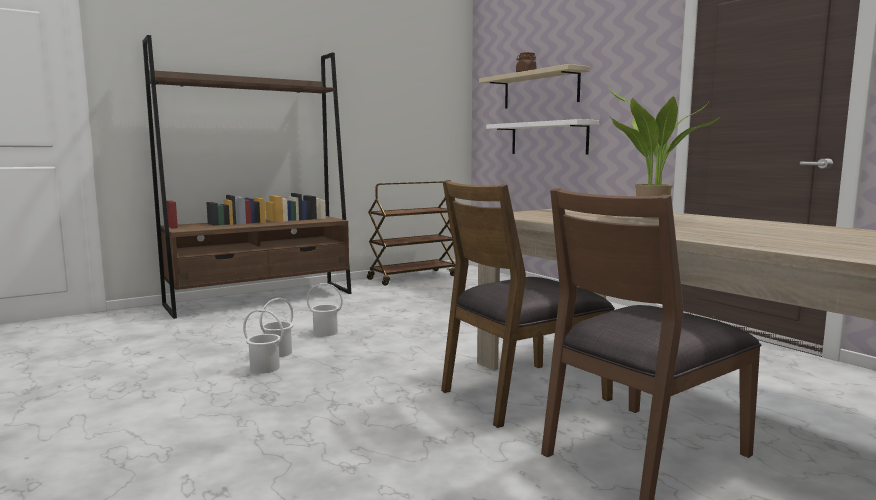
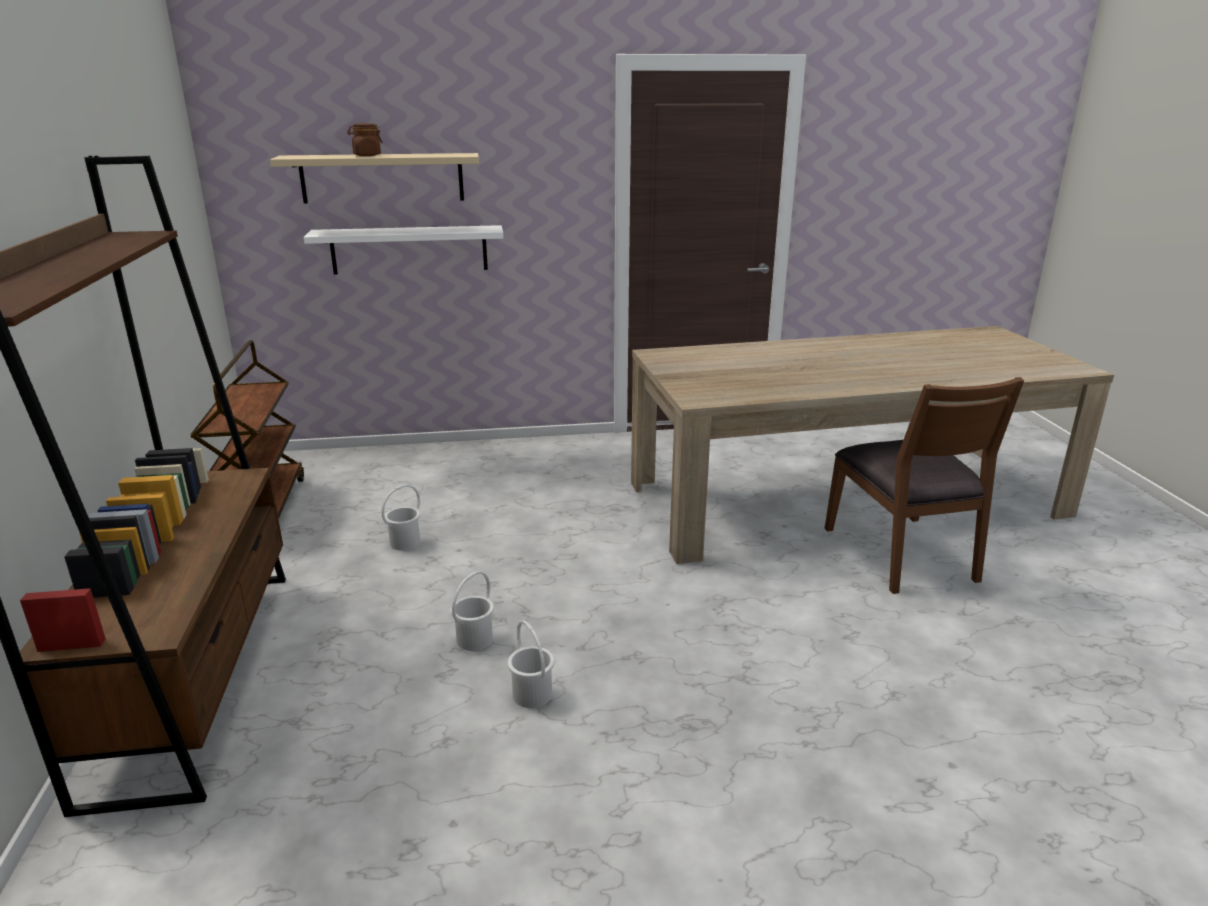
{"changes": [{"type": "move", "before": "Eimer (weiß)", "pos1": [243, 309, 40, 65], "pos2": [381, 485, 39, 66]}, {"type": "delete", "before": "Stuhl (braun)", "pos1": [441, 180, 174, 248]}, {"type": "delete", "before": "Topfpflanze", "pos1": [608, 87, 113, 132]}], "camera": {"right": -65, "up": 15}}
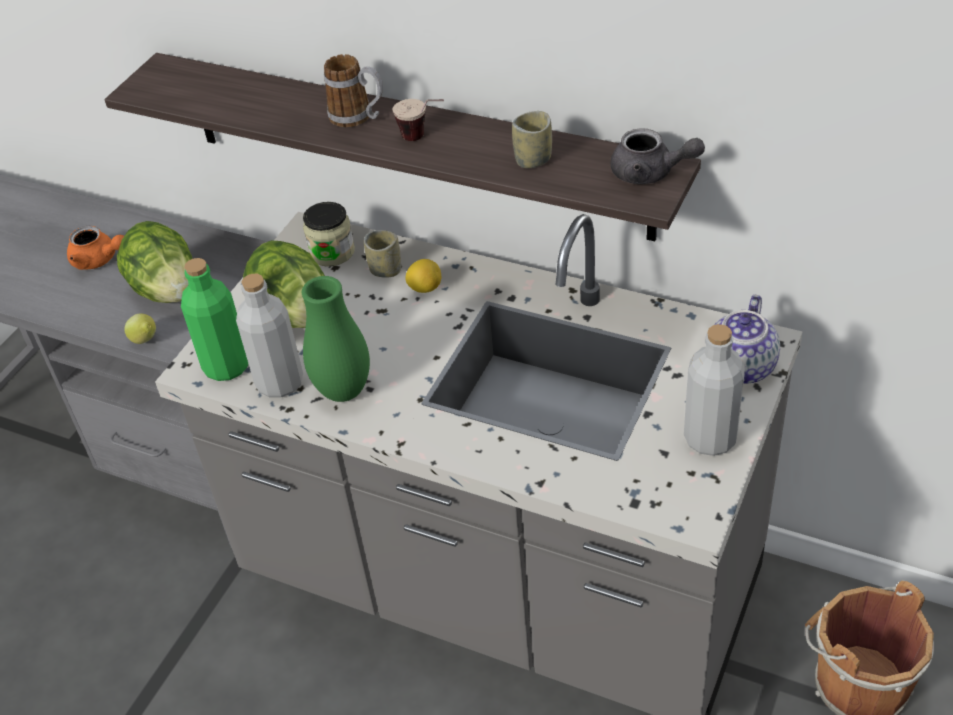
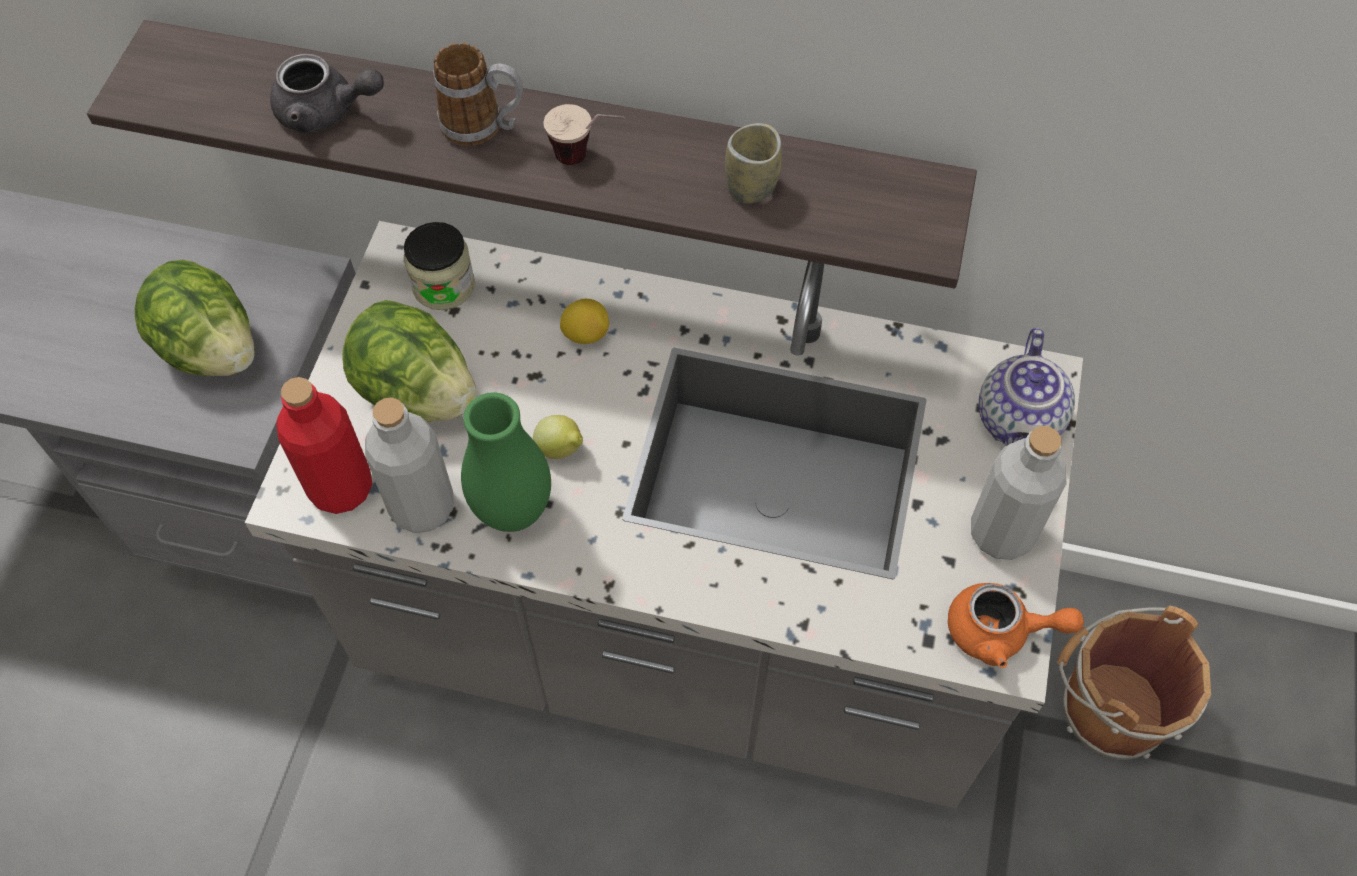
{"changes": [{"type": "move", "before": "Teekanne (orange)", "pos1": [67, 226, 57, 44], "pos2": [948, 583, 136, 85]}, {"type": "move", "before": "Zitrone", "pos1": [124, 314, 32, 30], "pos2": [533, 415, 50, 44]}, {"type": "recolor", "before": "Flasche (grün)", "after": "Flasche (rot)", "pos1": [181, 258, 67, 123], "pos2": [276, 377, 96, 137]}, {"type": "delete", "before": "Tasse", "pos1": [364, 230, 37, 48]}, {"type": "move", "before": "Teekanne (grau)", "pos1": [611, 128, 94, 56], "pos2": [270, 54, 114, 79]}], "camera": {"right": -15, "up": 15}}
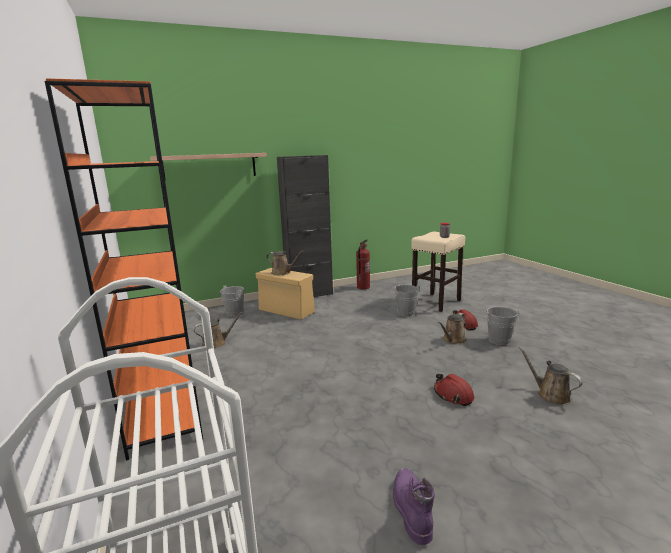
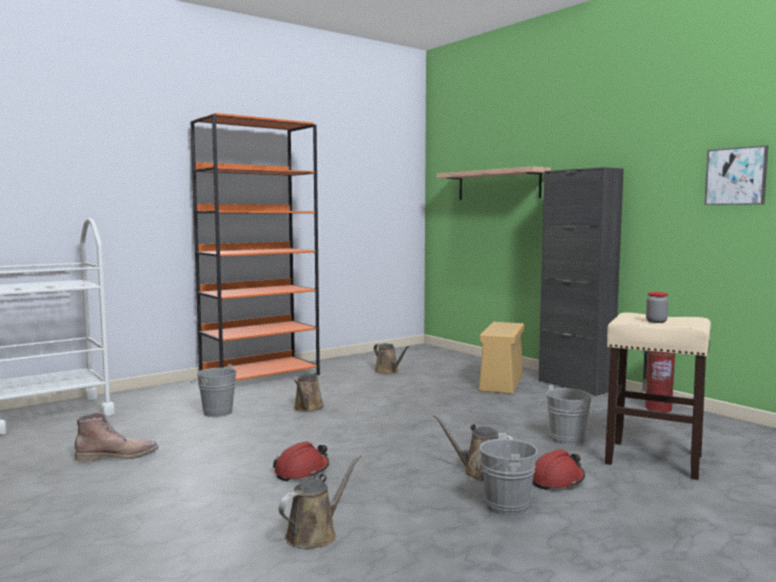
{"changes": [{"type": "move", "before": "Eimer (grau)", "pos1": [216, 285, 28, 32], "pos2": [192, 364, 45, 53]}, {"type": "move", "before": "Gießkanne (braun)", "pos1": [266, 250, 38, 25], "pos2": [294, 372, 30, 40]}, {"type": "recolor", "before": "Stiefel (lila)", "after": "Stiefel (braun)", "pos1": [393, 468, 42, 77], "pos2": [75, 413, 83, 49]}, {"type": "insert", "after": "Bild", "pos2": [704, 145, 64, 60]}], "camera": {"right": 75, "up": -10}}
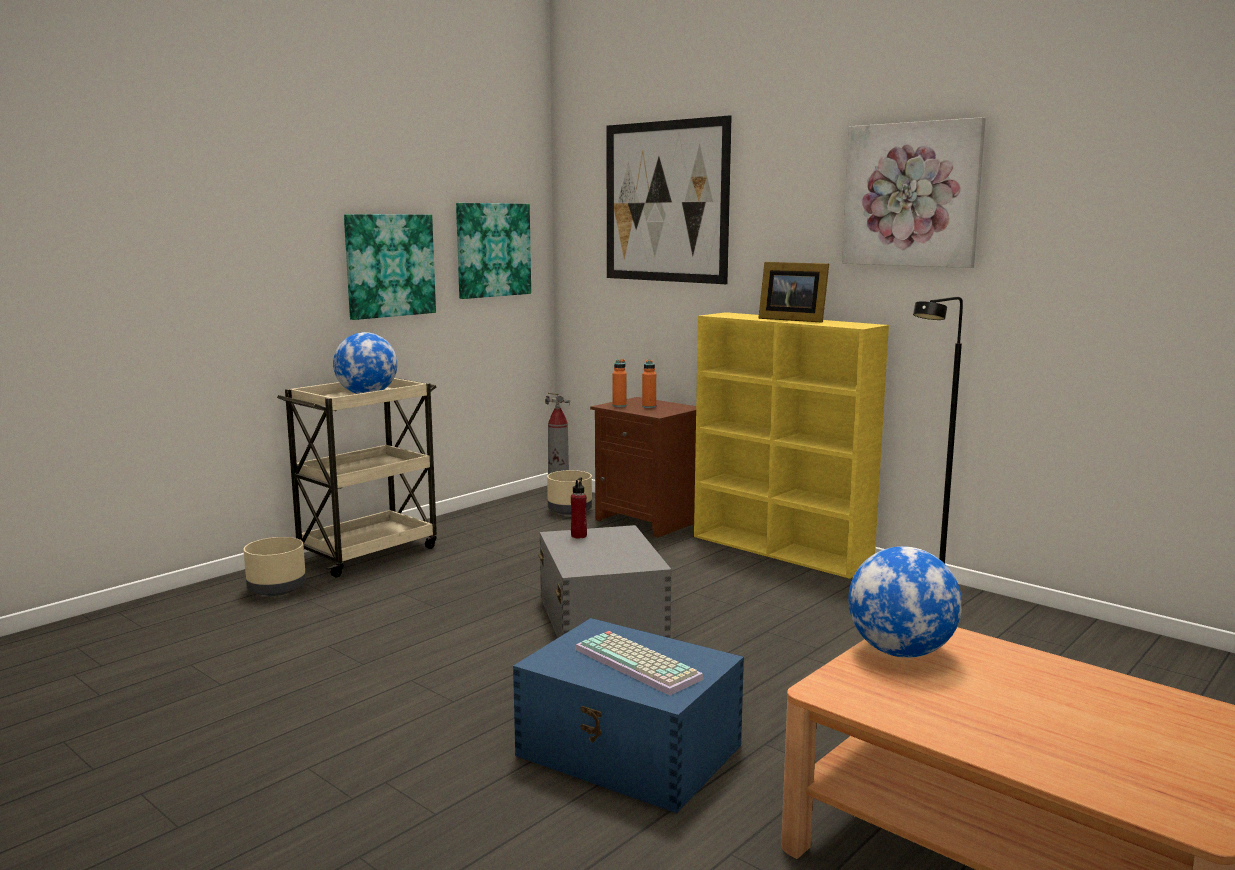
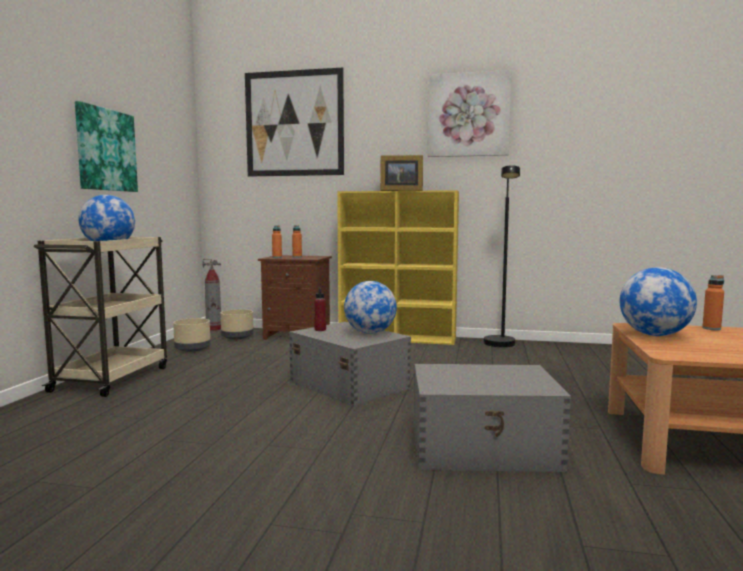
{"changes": [{"type": "move", "before": "Pflanzkübel (beige)", "pos1": [243, 537, 63, 59], "pos2": [173, 318, 38, 34]}, {"type": "delete", "before": "Bild", "pos1": [456, 203, 75, 96]}, {"type": "recolor", "before": "Aufbewahrungsbox (blau)", "after": "Aufbewahrungsbox (grau)", "pos1": [513, 618, 231, 195], "pos2": [414, 364, 157, 108]}, {"type": "delete", "before": "Tastatur", "pos1": [575, 631, 129, 65]}, {"type": "insert", "after": "Globus", "pos2": [344, 281, 53, 53]}, {"type": "insert", "after": "Flasche (orange)", "pos2": [702, 275, 22, 55]}], "camera": {"right": -30, "up": -5}}
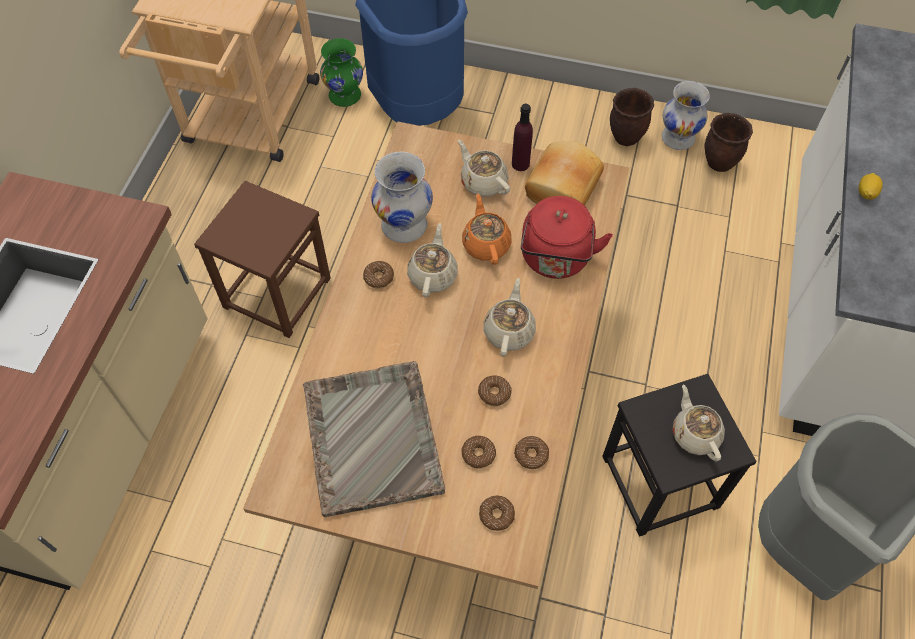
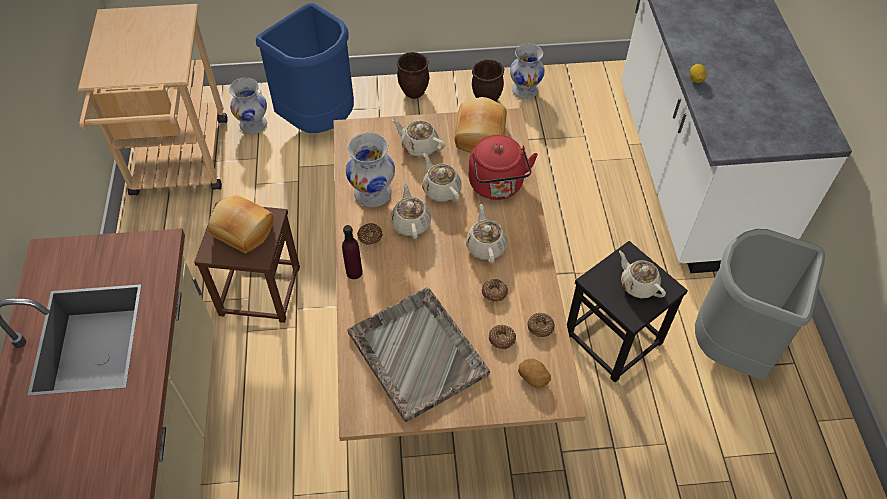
{"changes": [{"type": "recolor", "before": "Vase (grün)", "after": "Vase (weiß)", "pos1": [320, 38, 43, 69], "pos2": [229, 78, 38, 56]}, {"type": "recolor", "before": "Teekanne (orange)", "after": "Teekanne (beige)", "pos1": [462, 194, 50, 71], "pos2": [422, 153, 40, 49]}, {"type": "replace", "before": "Donut", "after": "Kartoffel", "pos1": [479, 495, 36, 36], "pos2": [518, 358, 33, 30]}, {"type": "move", "before": "Flasche (lila)", "pos1": [512, 104, 21, 67], "pos2": [342, 225, 21, 54]}, {"type": "move", "before": "Pflanzkübel (braun)", "pos1": [704, 113, 49, 59], "pos2": [396, 52, 34, 47]}, {"type": "insert", "after": "Brot", "pos2": [208, 195, 66, 58]}], "camera": {"right": -20, "up": -5}}
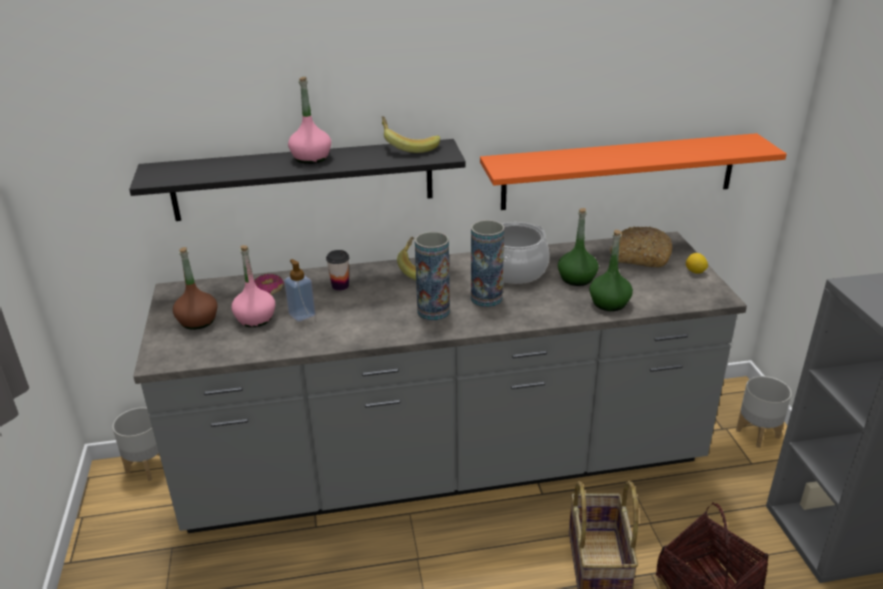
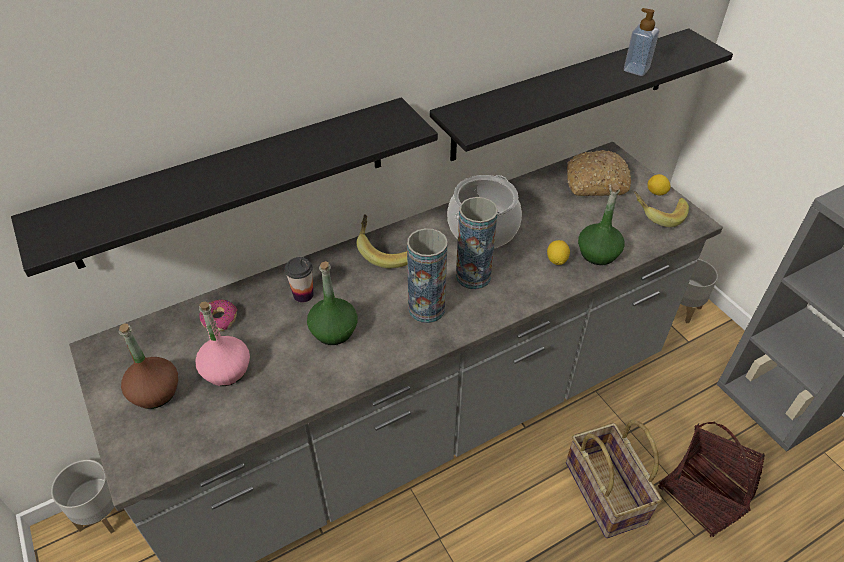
{"changes": [{"type": "move", "before": "Seifenspender", "pos1": [284, 259, 31, 63], "pos2": [624, 8, 35, 68]}, {"type": "delete", "before": "Flasche (rosa)", "pos1": [288, 77, 43, 87]}, {"type": "move", "before": "Banane", "pos1": [382, 116, 58, 37], "pos2": [634, 191, 55, 36]}, {"type": "recolor", "before": "Wandregal (orange)", "after": "Wandregal (schwarz)", "pos1": [480, 133, 307, 77], "pos2": [430, 28, 303, 133]}, {"type": "move", "before": "Flasche (grün)", "pos1": [558, 208, 41, 78], "pos2": [307, 261, 51, 84]}, {"type": "insert", "after": "Zitrone", "pos2": [547, 240, 23, 25]}], "camera": {"right": -20, "up": 15}}
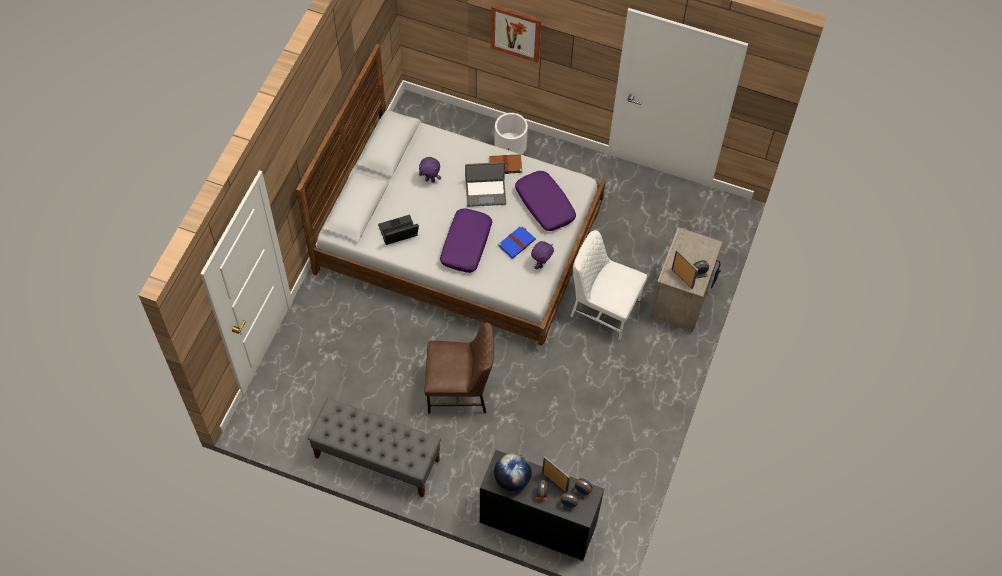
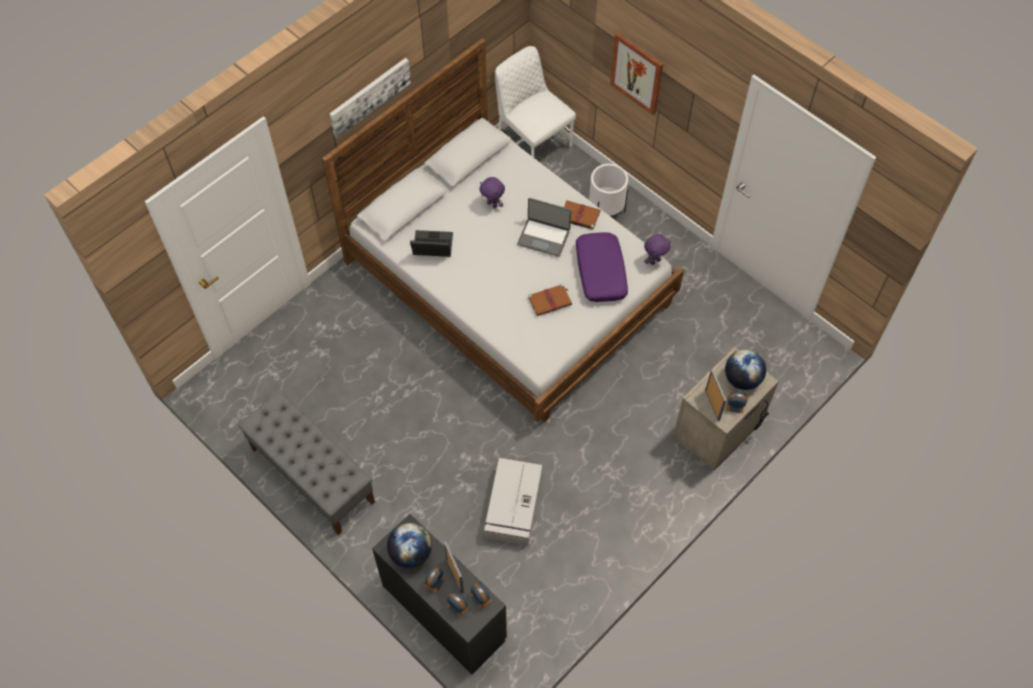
{"changes": [{"type": "delete", "before": "Stuhl (braun)", "pos1": [424, 322, 70, 92]}, {"type": "delete", "before": "Kissen (lila)", "pos1": [440, 208, 52, 65]}, {"type": "recolor", "before": "Buch (blau)", "after": "Buch (braun)", "pos1": [498, 225, 38, 34], "pos2": [528, 284, 44, 32]}, {"type": "move", "before": "Plüschtier (lila)", "pos1": [531, 241, 23, 28], "pos2": [644, 234, 27, 31]}, {"type": "move", "before": "Stuhl (weiß)", "pos1": [570, 230, 77, 111], "pos2": [495, 46, 81, 111]}, {"type": "insert", "after": "Bild", "pos2": [329, 58, 82, 80]}, {"type": "insert", "after": "Aufbewahrungsbox (grau)", "pos2": [484, 458, 58, 88]}, {"type": "insert", "after": "Globus", "pos2": [725, 349, 41, 41]}], "camera": {"right": 25, "up": 0}}
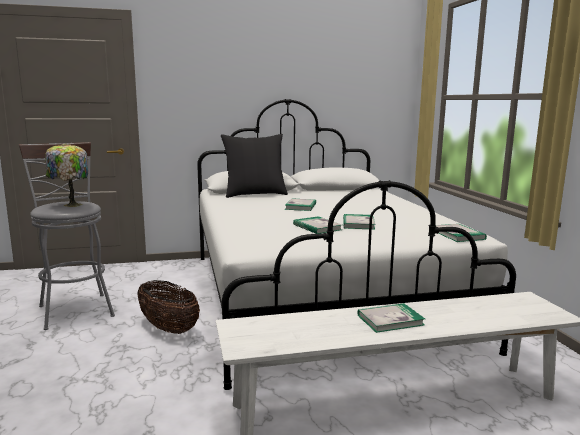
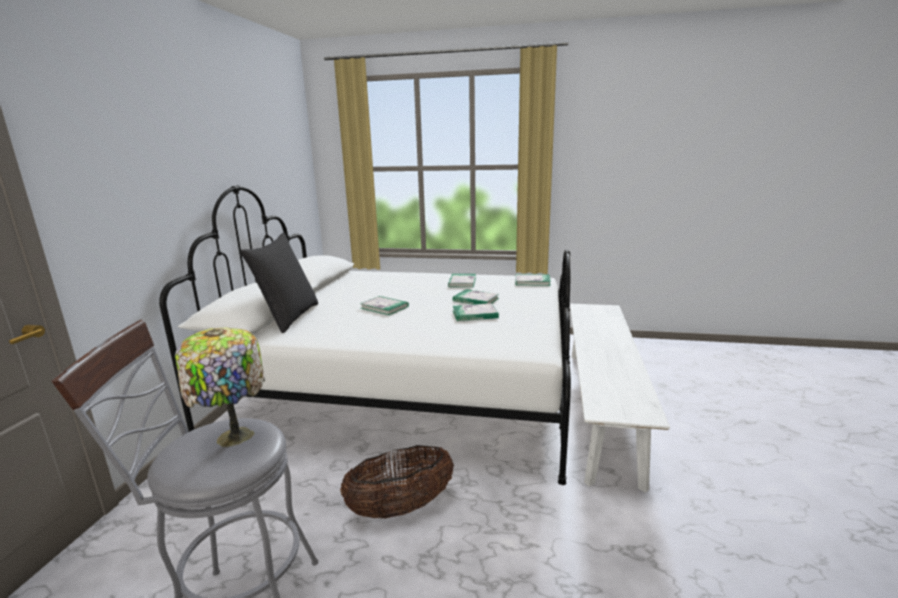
{"changes": [{"type": "move", "before": "Buch", "pos1": [357, 303, 68, 30], "pos2": [448, 274, 28, 13]}], "camera": {"right": -65, "up": 5}}
